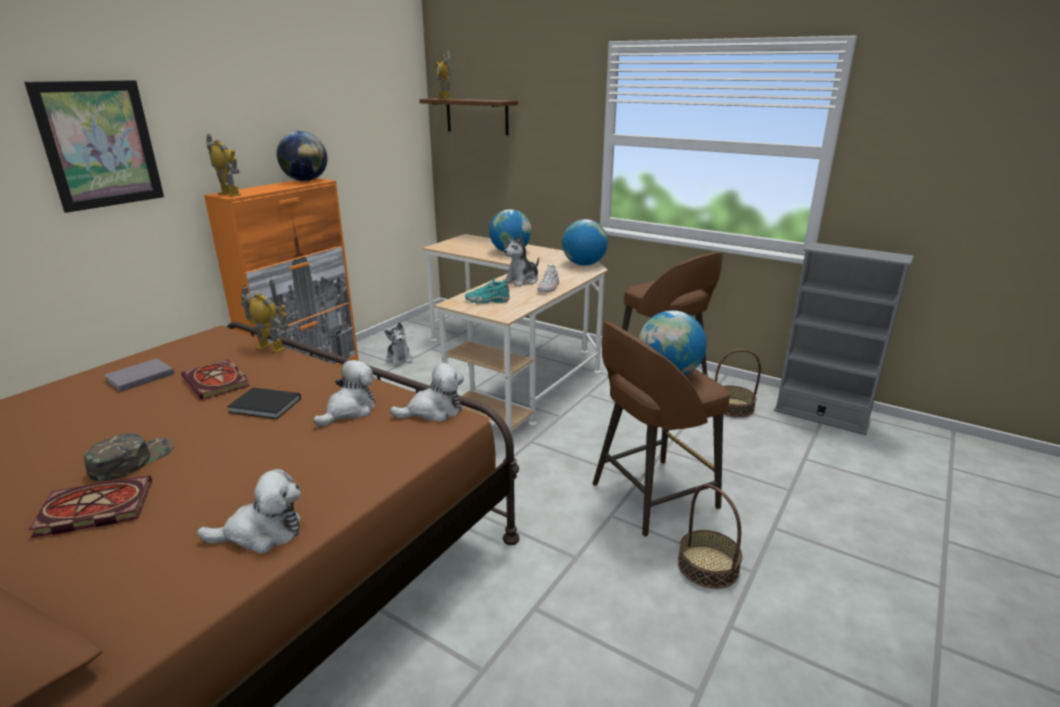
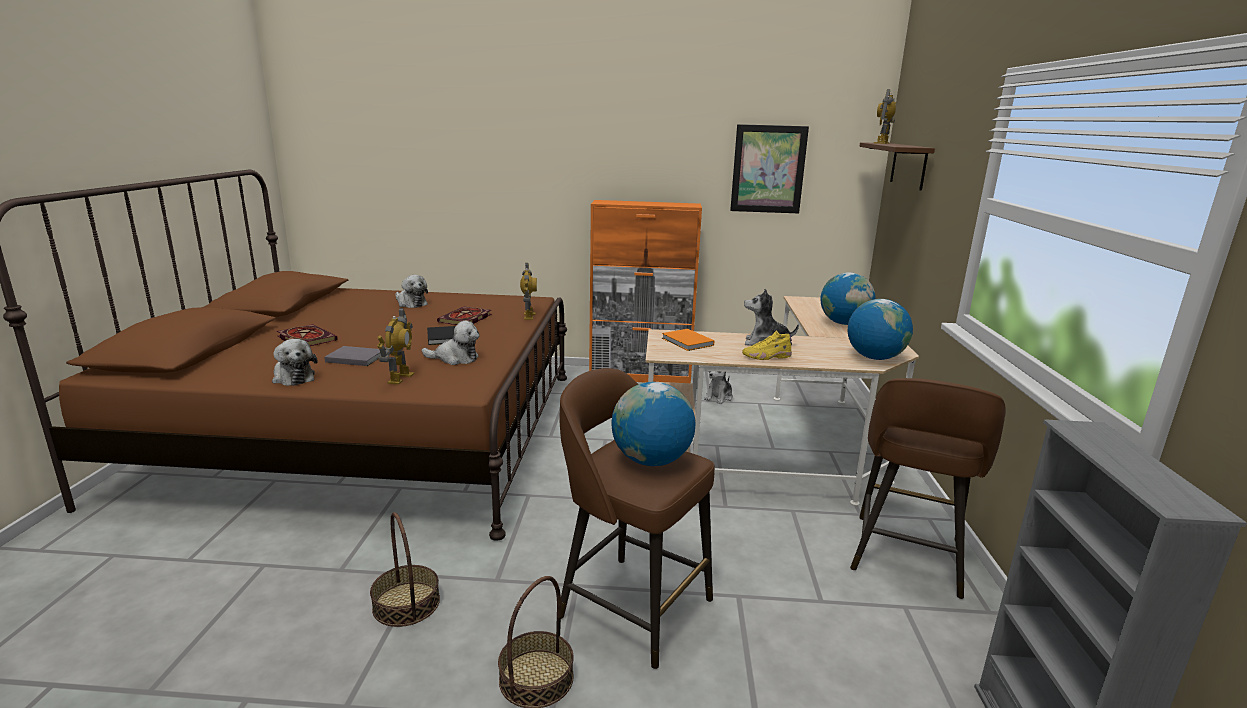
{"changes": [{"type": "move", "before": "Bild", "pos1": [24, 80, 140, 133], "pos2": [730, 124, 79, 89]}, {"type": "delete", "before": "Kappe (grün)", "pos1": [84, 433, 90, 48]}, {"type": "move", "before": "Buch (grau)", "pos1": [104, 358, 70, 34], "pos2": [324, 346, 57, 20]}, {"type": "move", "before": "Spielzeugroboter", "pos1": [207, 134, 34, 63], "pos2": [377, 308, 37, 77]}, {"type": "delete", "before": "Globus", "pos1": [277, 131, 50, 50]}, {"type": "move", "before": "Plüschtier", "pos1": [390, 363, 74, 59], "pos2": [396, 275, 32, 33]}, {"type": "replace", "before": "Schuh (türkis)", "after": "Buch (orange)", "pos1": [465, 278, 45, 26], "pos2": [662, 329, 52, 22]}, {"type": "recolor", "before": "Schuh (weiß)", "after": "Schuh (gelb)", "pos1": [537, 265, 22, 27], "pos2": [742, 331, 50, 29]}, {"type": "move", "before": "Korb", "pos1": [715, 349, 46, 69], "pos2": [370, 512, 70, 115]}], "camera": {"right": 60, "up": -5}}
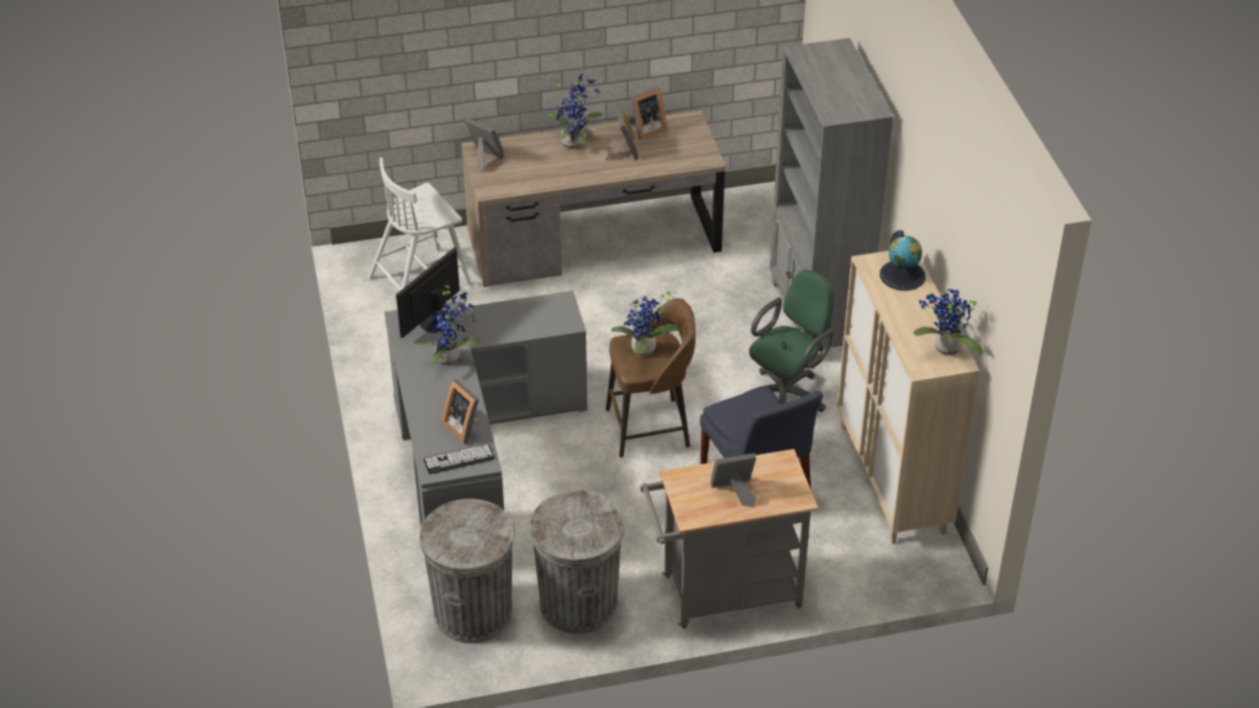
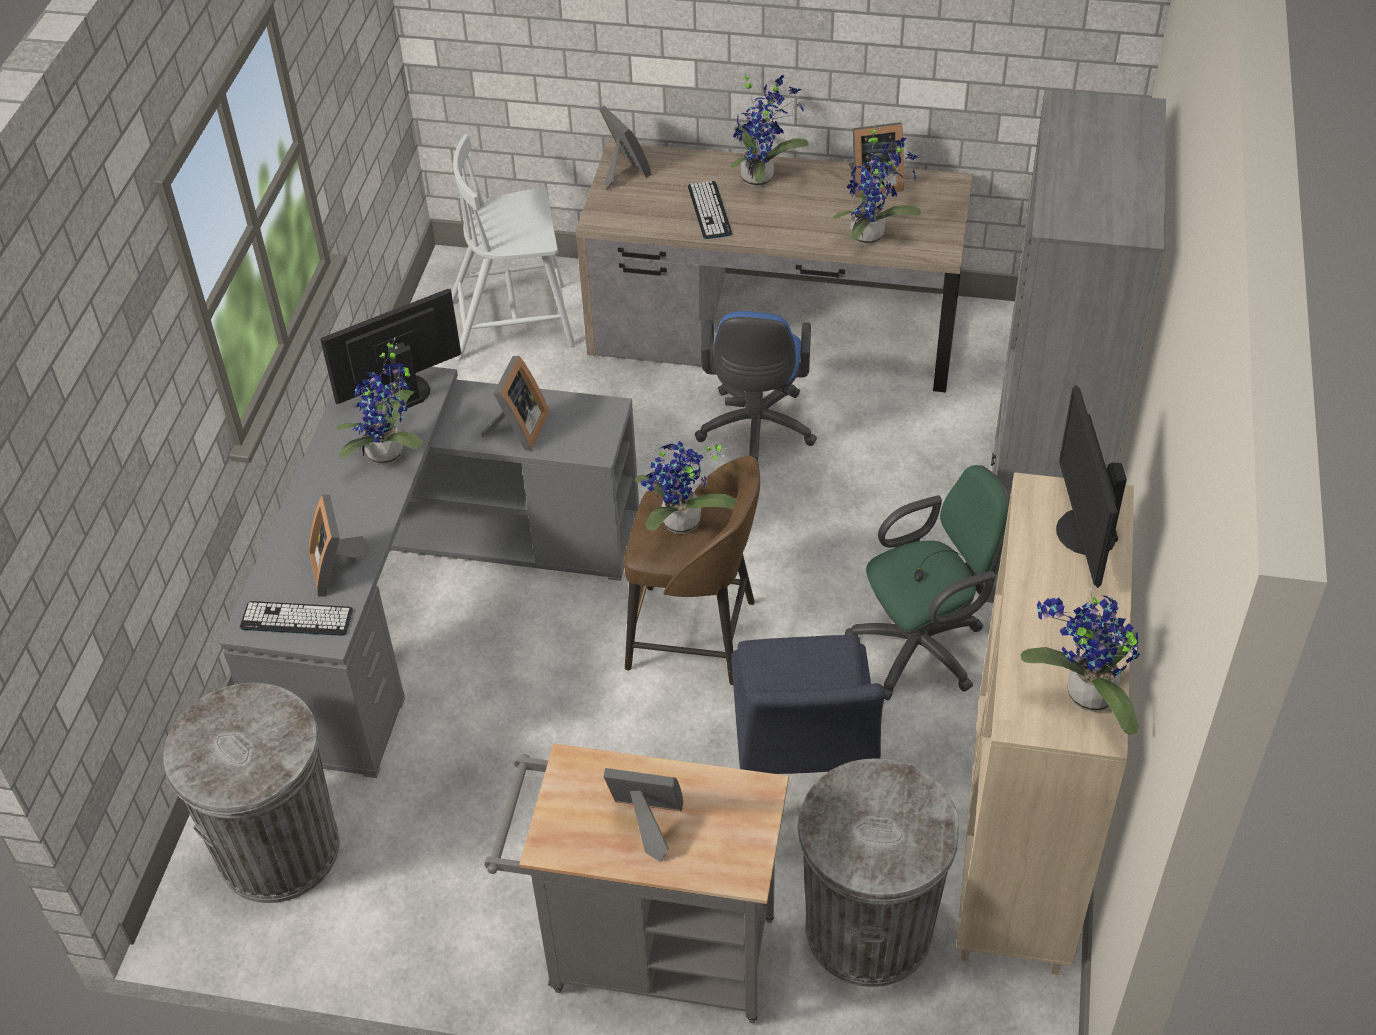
{"changes": [{"type": "move", "before": "Mülleimer (grau)", "pos1": [529, 490, 95, 144], "pos2": [797, 758, 162, 229]}, {"type": "move", "before": "Bilderrahmen", "pos1": [606, 107, 33, 53], "pos2": [481, 356, 68, 95]}, {"type": "replace", "before": "Globus", "after": "Monitor", "pos1": [880, 230, 46, 61], "pos2": [1056, 386, 71, 202]}, {"type": "insert", "after": "Tastatur", "pos2": [688, 181, 44, 58]}, {"type": "insert", "after": "Bürostuhl (blau)", "pos2": [695, 311, 122, 150]}, {"type": "insert", "after": "Topfpflanze", "pos2": [834, 124, 87, 121]}], "camera": {"right": 25, "up": 5}}
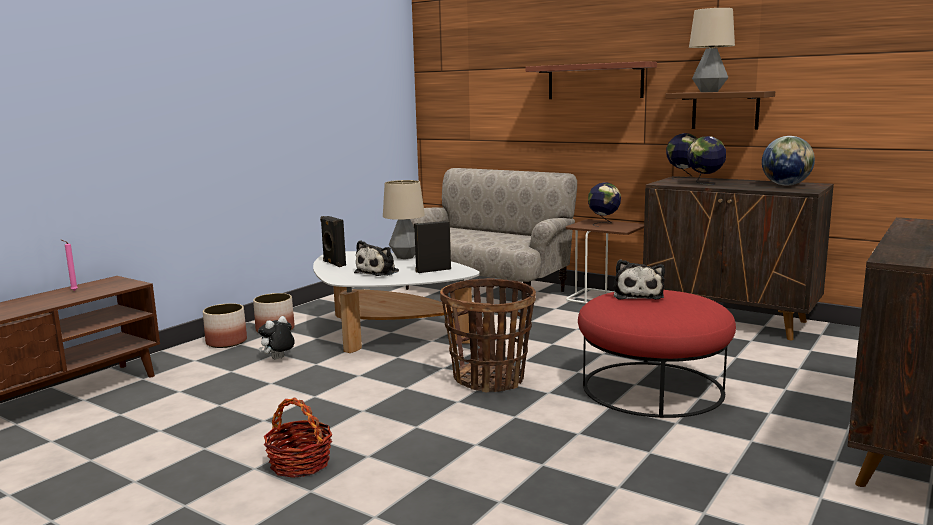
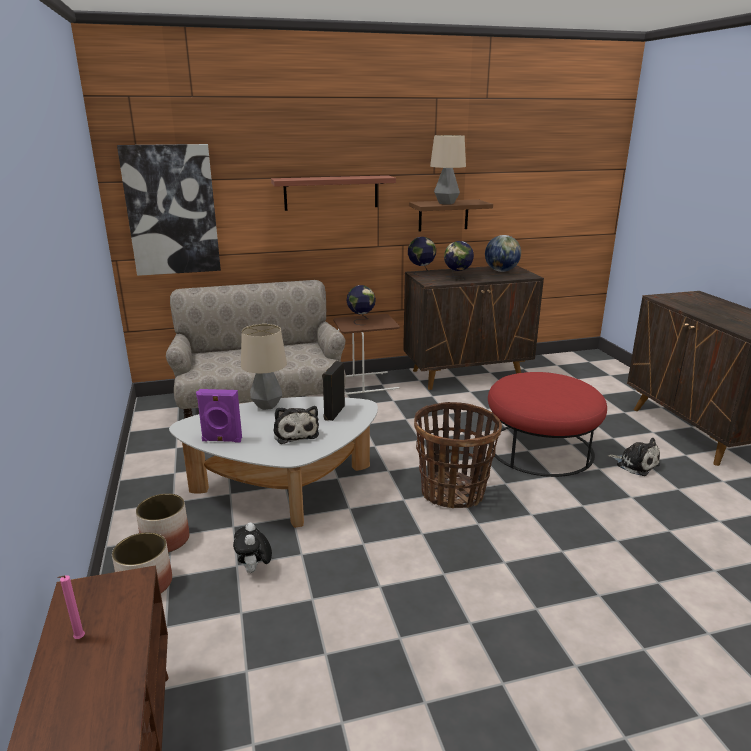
{"changes": [{"type": "delete", "before": "Korb", "pos1": [264, 397, 68, 81]}, {"type": "recolor", "before": "Lautsprecher (schwarz)", "after": "Lautsprecher (lila)", "pos1": [320, 216, 26, 51], "pos2": [196, 389, 46, 54]}, {"type": "move", "before": "Plüschtier", "pos1": [614, 259, 51, 40], "pos2": [608, 438, 52, 38]}, {"type": "insert", "after": "Bild", "pos2": [117, 144, 104, 132]}], "camera": {"right": -50, "up": 10}}
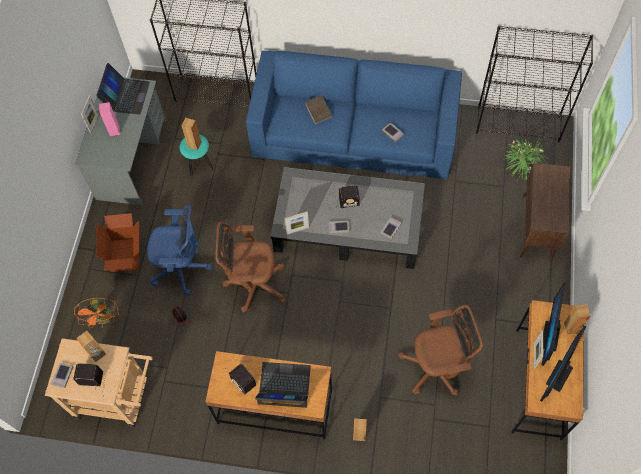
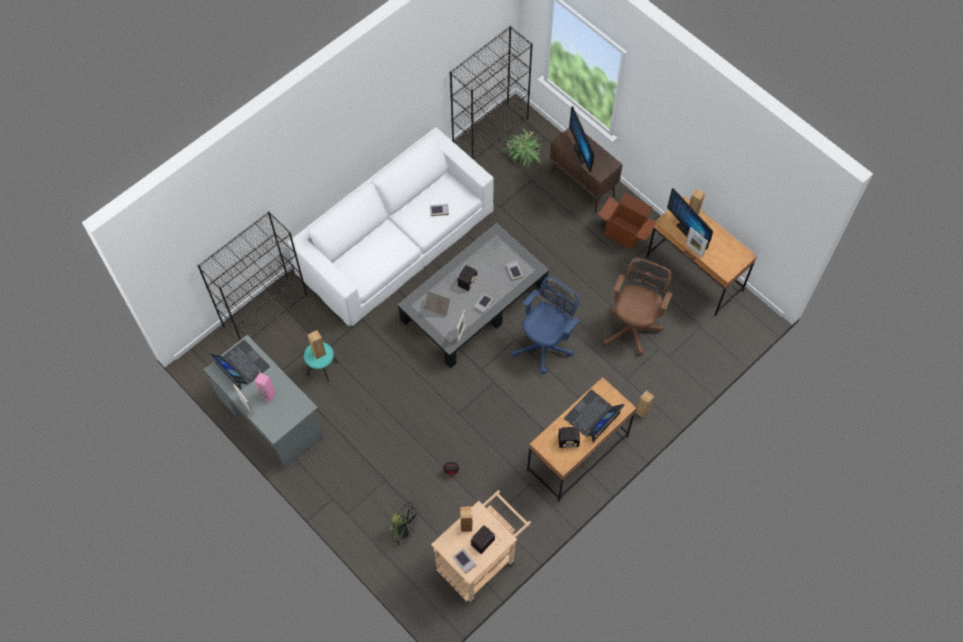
{"changes": [{"type": "recolor", "before": "Ventilator (orange)", "after": "Ventilator (schwarz)", "pos1": [74, 297, 45, 31], "pos2": [390, 502, 30, 44]}, {"type": "move", "before": "Karton", "pos1": [96, 213, 44, 59], "pos2": [598, 192, 57, 58]}, {"type": "move", "before": "Bürostuhl (blau)", "pos1": [147, 205, 65, 91], "pos2": [511, 276, 69, 98]}, {"type": "delete", "before": "Bürostuhl (braun)", "pos1": [216, 222, 70, 90]}, {"type": "recolor", "before": "Sofa (blau)", "after": "Sofa (weiß)", "pos1": [246, 51, 216, 129], "pos2": [288, 127, 206, 199]}, {"type": "move", "before": "Buch (braun)", "pos1": [305, 95, 27, 29], "pos2": [424, 291, 26, 26]}, {"type": "move", "before": "Monitor", "pos1": [540, 325, 46, 77], "pos2": [569, 106, 25, 66]}], "camera": {"right": -55, "up": 0}}
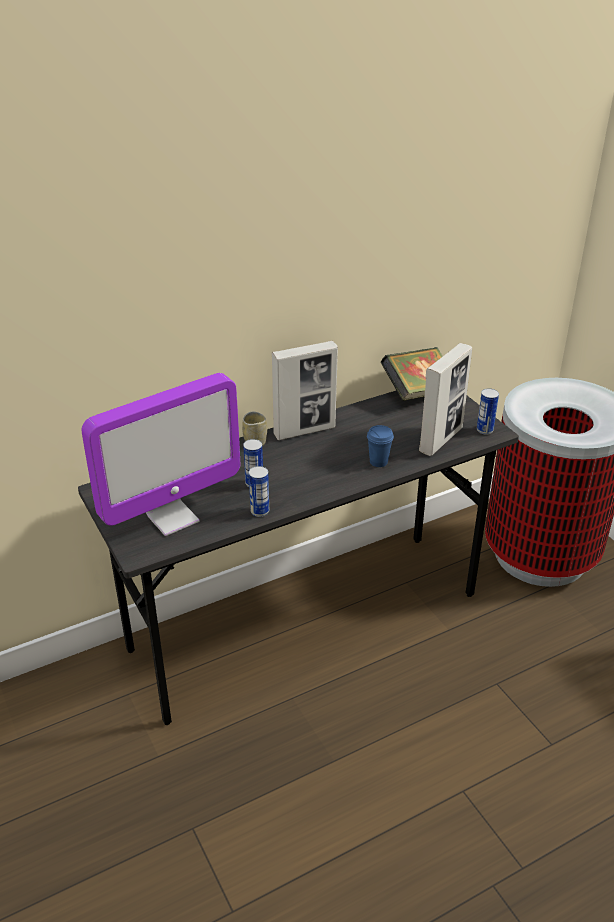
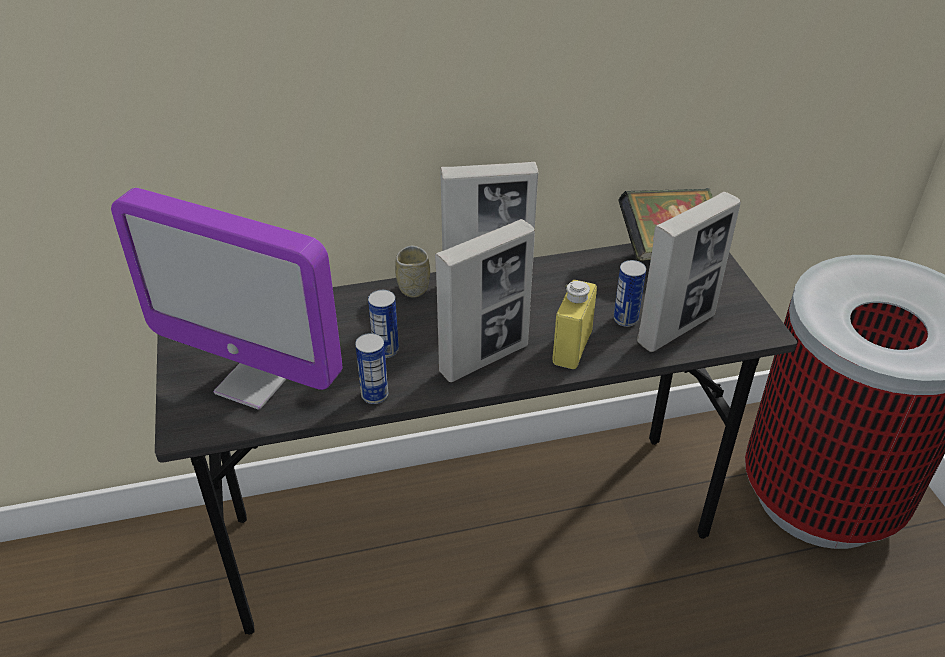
{"changes": [{"type": "rotate", "before": "Monitor", "pos1": [81, 373, 159, 163], "pos2": [111, 188, 231, 222], "turn": 45}, {"type": "replace", "before": "Tasse (blau)", "after": "Flasche (gelb)", "pos1": [367, 425, 27, 42], "pos2": [553, 280, 44, 89]}, {"type": "move", "before": "Dose", "pos1": [477, 388, 22, 47], "pos2": [613, 260, 33, 67]}, {"type": "insert", "after": "Bilderrahmen", "pos2": [435, 219, 100, 163]}], "camera": {"right": 15, "up": 5}}
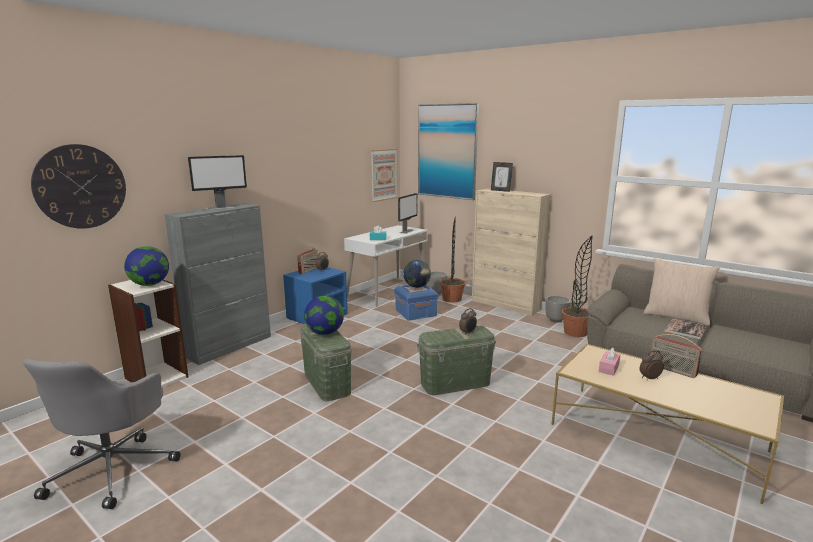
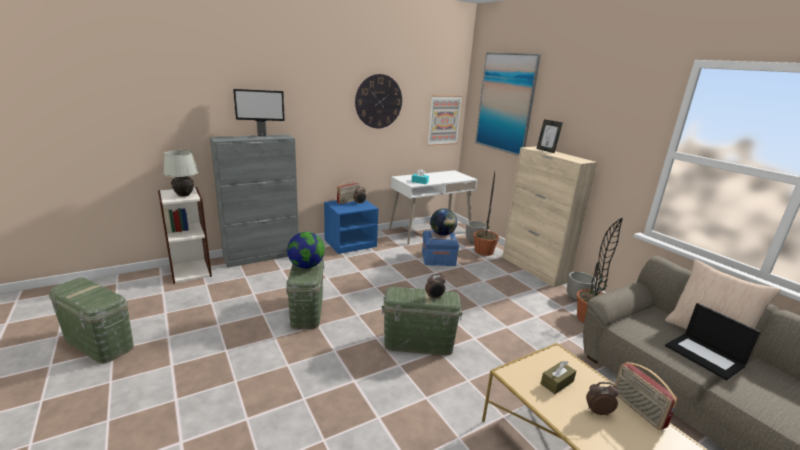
{"changes": [{"type": "replace", "before": "Bürostuhl (grau)", "after": "Aufbewahrungsbox (grün)", "pos1": [23, 359, 157, 150], "pos2": [49, 278, 85, 86]}, {"type": "move", "before": "Wanduhr", "pos1": [31, 144, 95, 85], "pos2": [355, 74, 47, 54]}, {"type": "replace", "before": "Globus", "after": "Tischlampe (weiß)", "pos1": [124, 246, 45, 40], "pos2": [163, 150, 35, 47]}, {"type": "delete", "before": "Monitor", "pos1": [398, 193, 19, 41]}, {"type": "recolor", "before": "Taschentuchbox (rosa)", "after": "Taschentuchbox (braun)", "pos1": [599, 348, 21, 28], "pos2": [541, 361, 35, 33]}, {"type": "replace", "before": "Buch", "after": "Laptop", "pos1": [664, 318, 43, 22], "pos2": [665, 303, 95, 77]}], "camera": {"right": 20, "up": 5}}
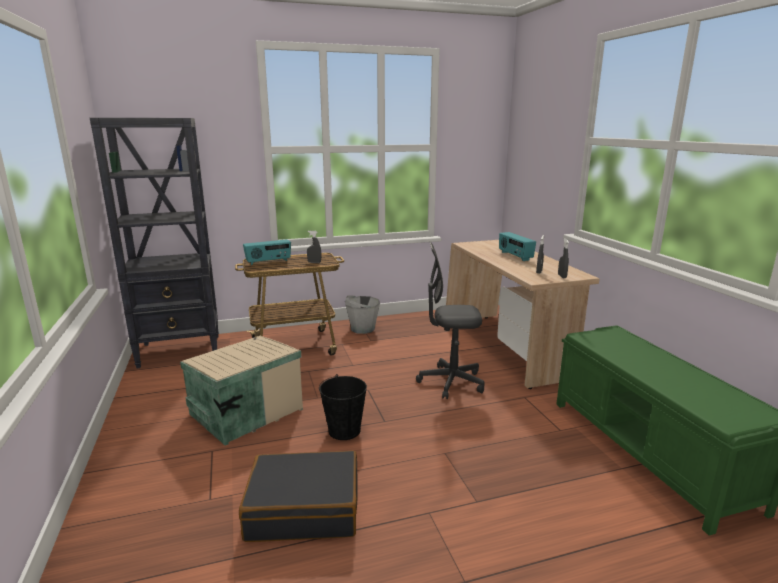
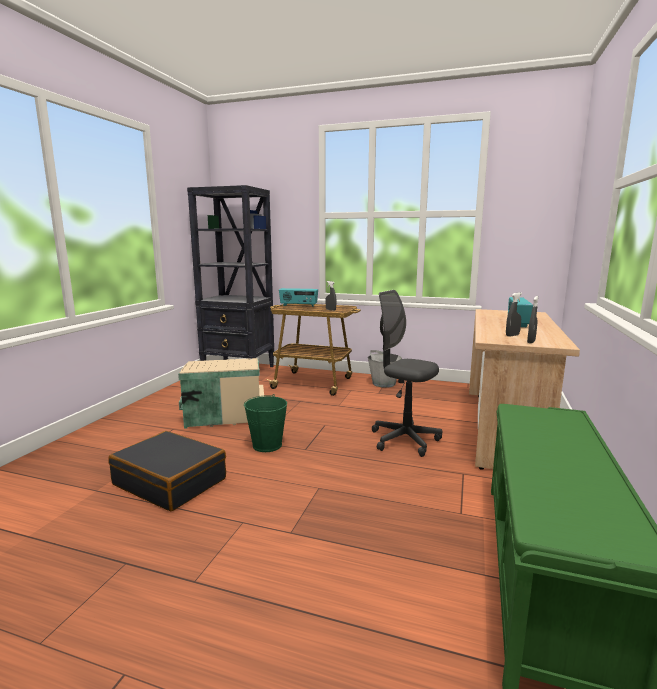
{"changes": [{"type": "recolor", "before": "Eimer (schwarz)", "after": "Eimer (grün)", "pos1": [319, 374, 48, 66], "pos2": [244, 394, 43, 58]}], "camera": {"right": 35, "up": -5}}
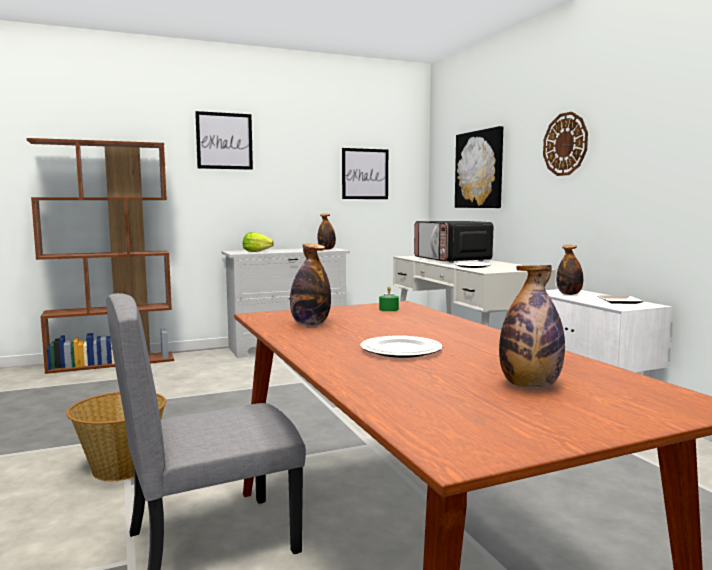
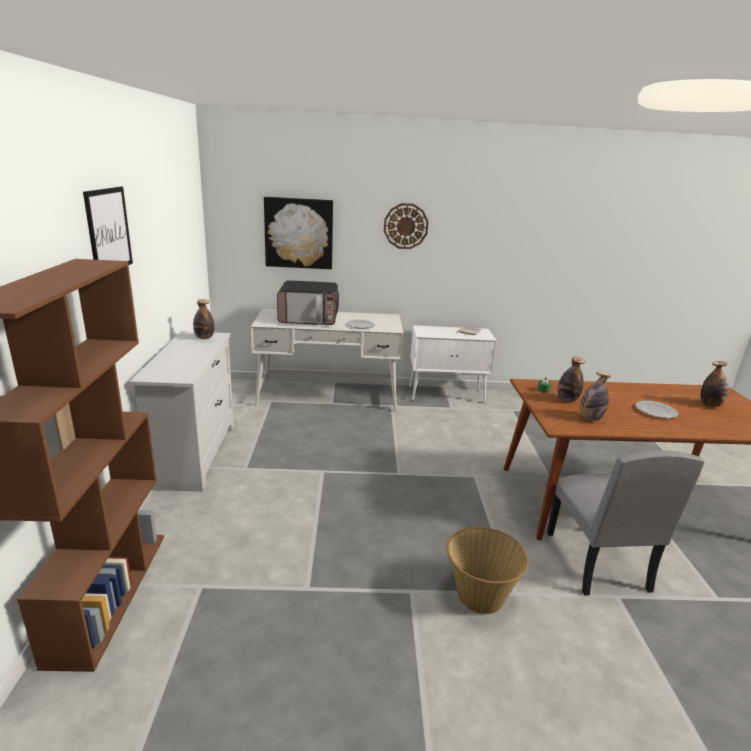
{"changes": [{"type": "delete", "before": "Salatkopf", "pos1": [243, 232, 31, 20]}, {"type": "delete", "before": "Bild", "pos1": [342, 148, 46, 51]}, {"type": "move", "before": "Flasche", "pos1": [556, 245, 27, 50], "pos2": [557, 357, 28, 45]}], "camera": {"right": -70, "up": 15}}
